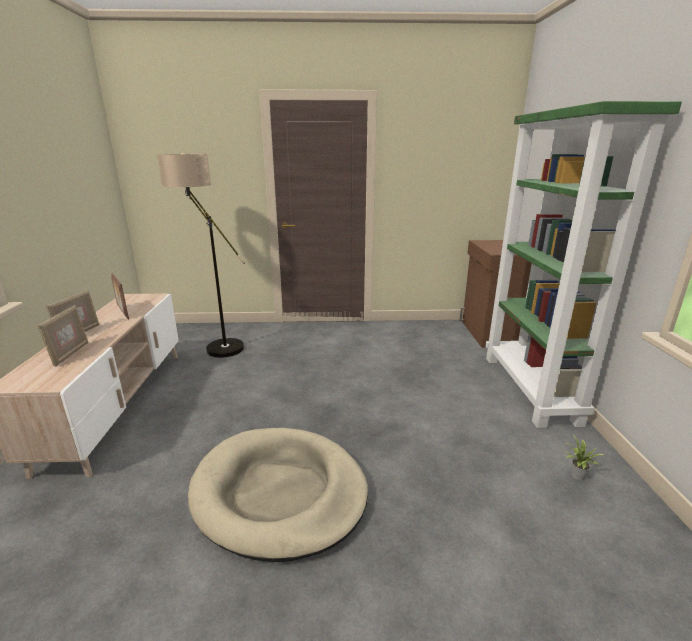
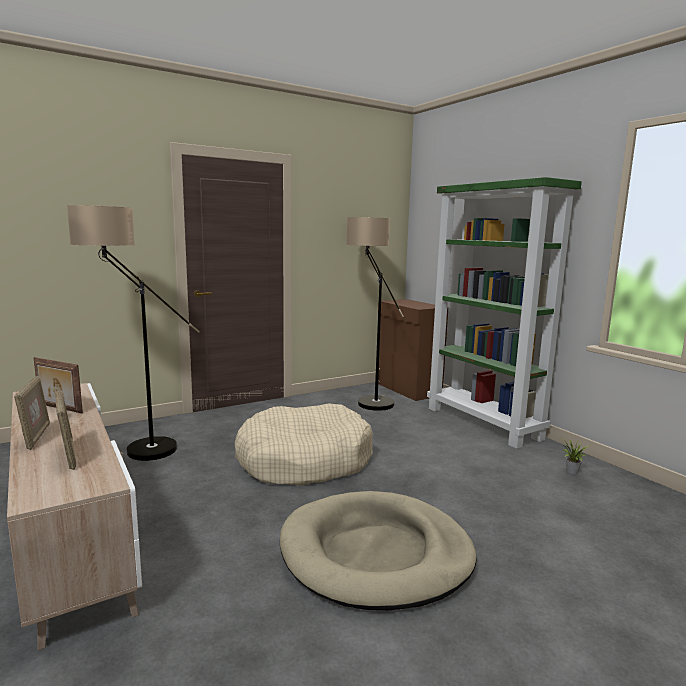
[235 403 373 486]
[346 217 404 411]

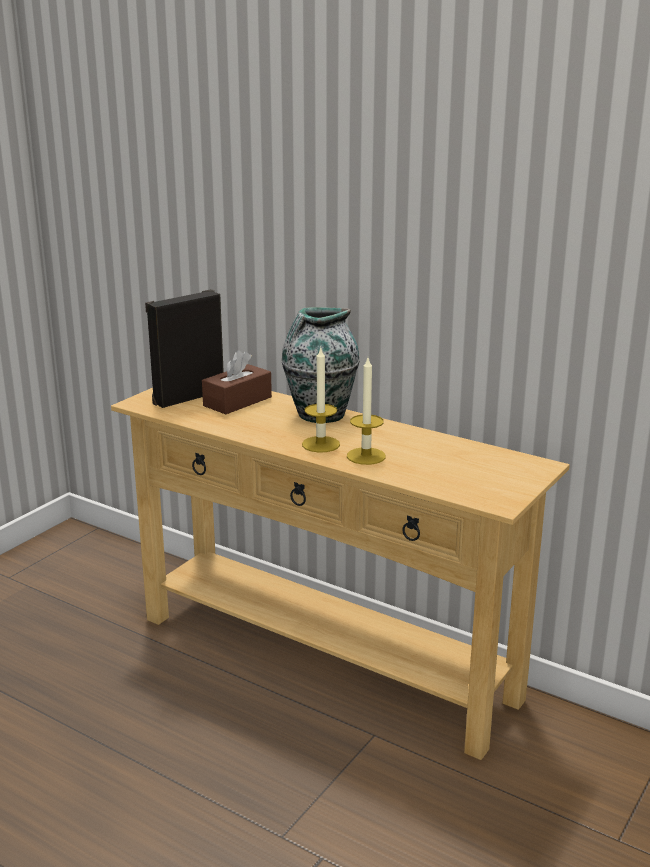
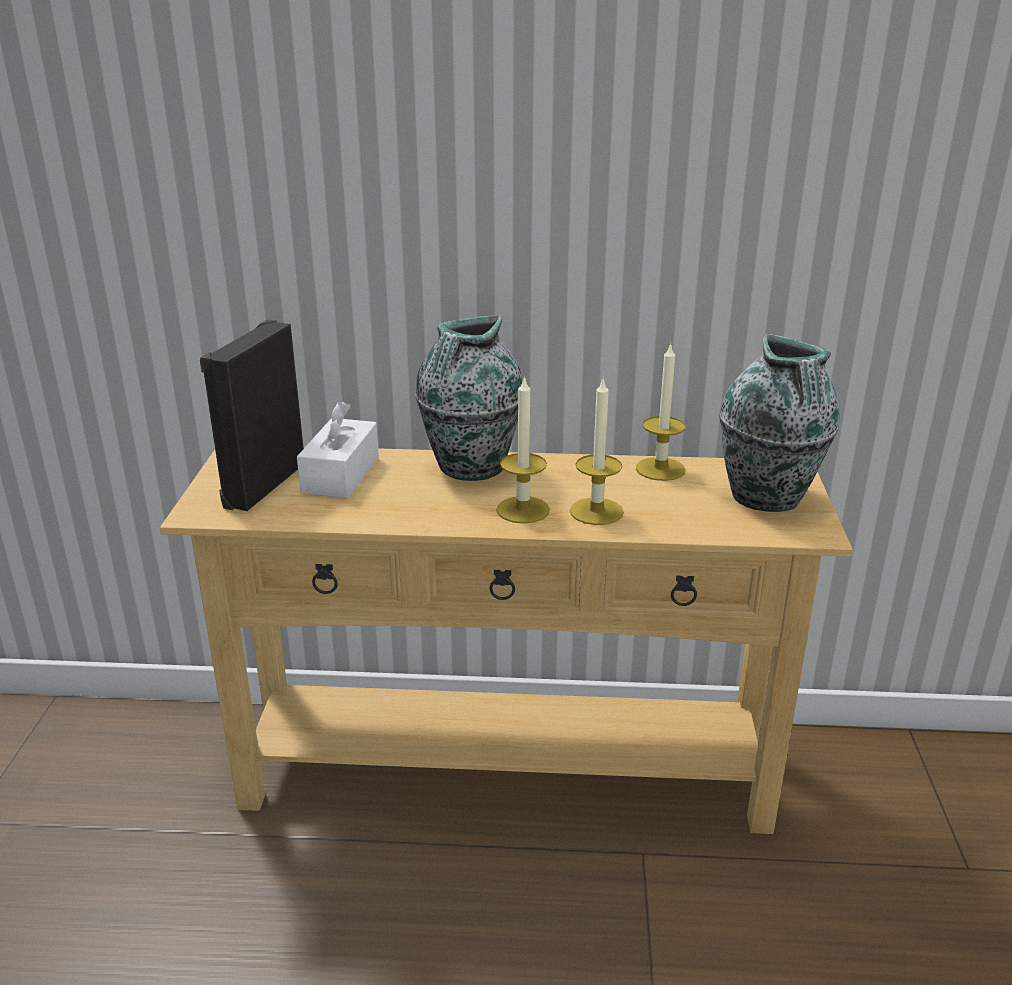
[297 401 379 498]
[636 342 686 481]
[719 334 840 512]

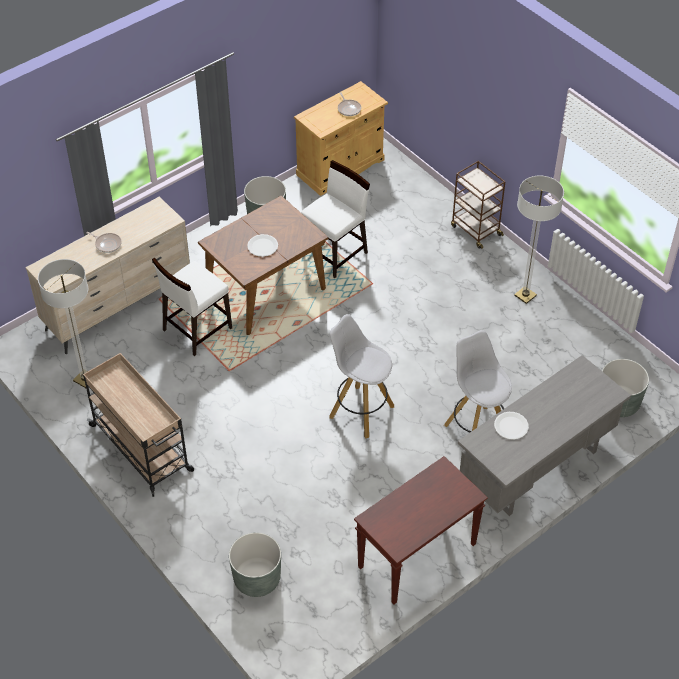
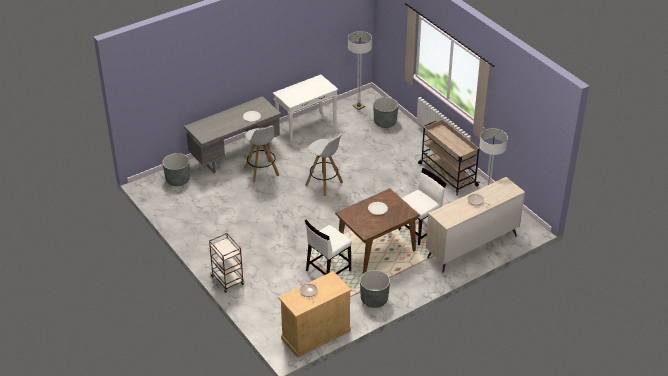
[273 75 338 142]
[348 31 372 110]

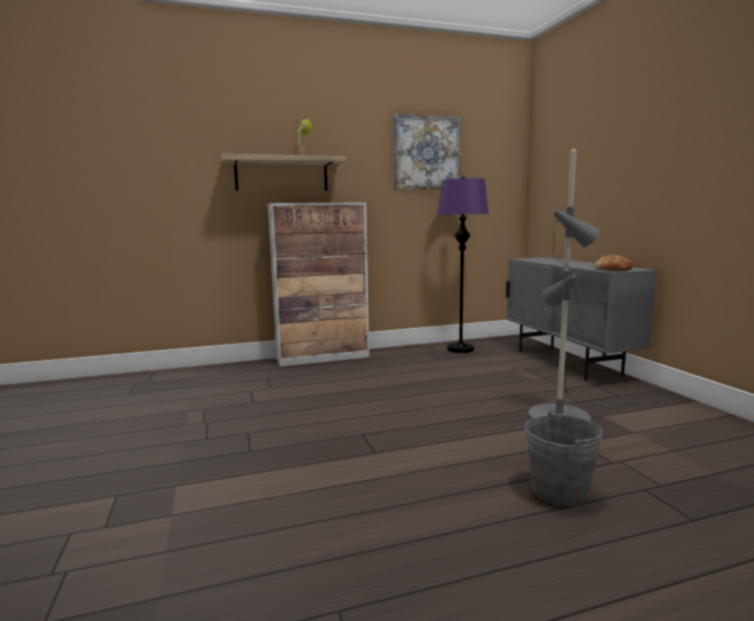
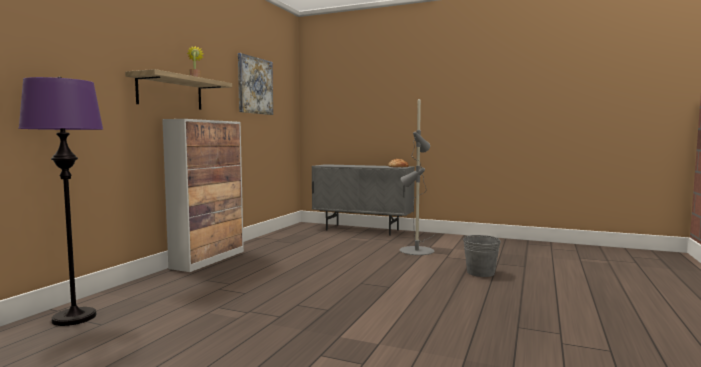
[18 77 103 326]

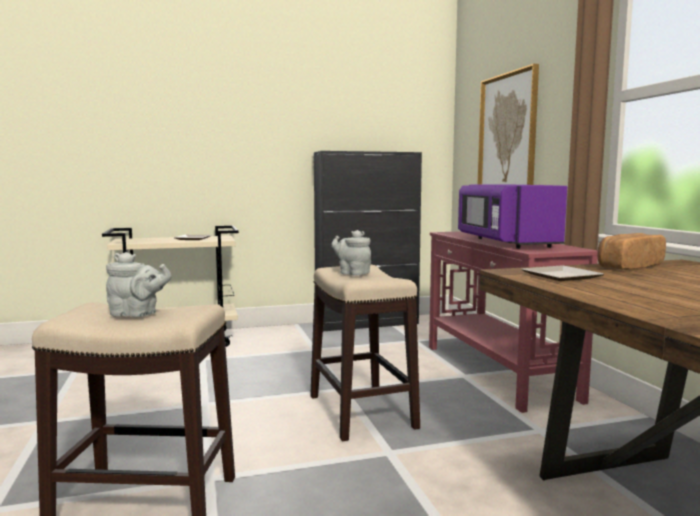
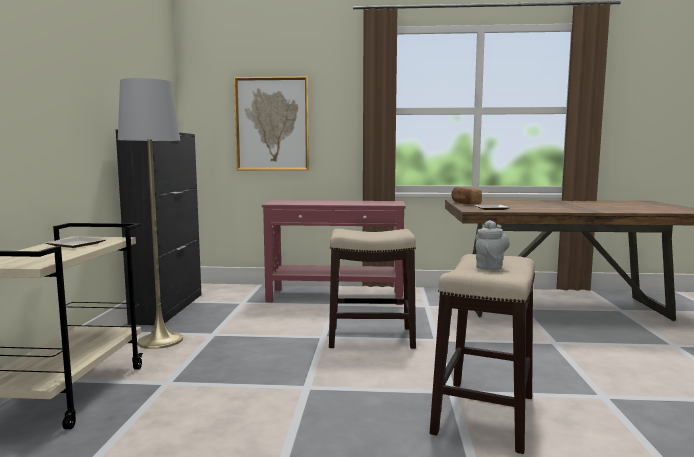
[332 230 371 276] (first image)
[458 185 567 248] (first image)
[118 78 183 349]

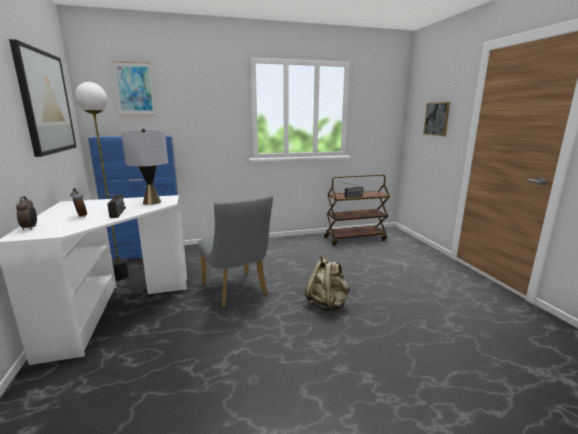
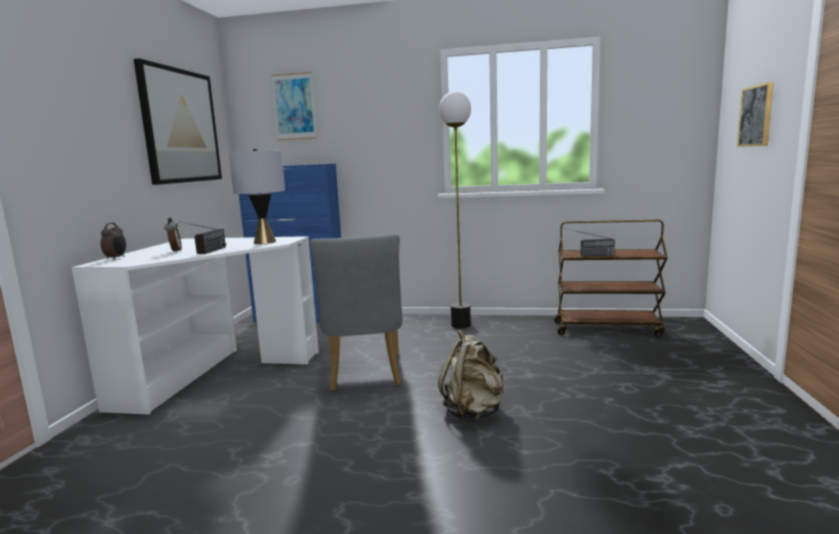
[439 91 471 329]

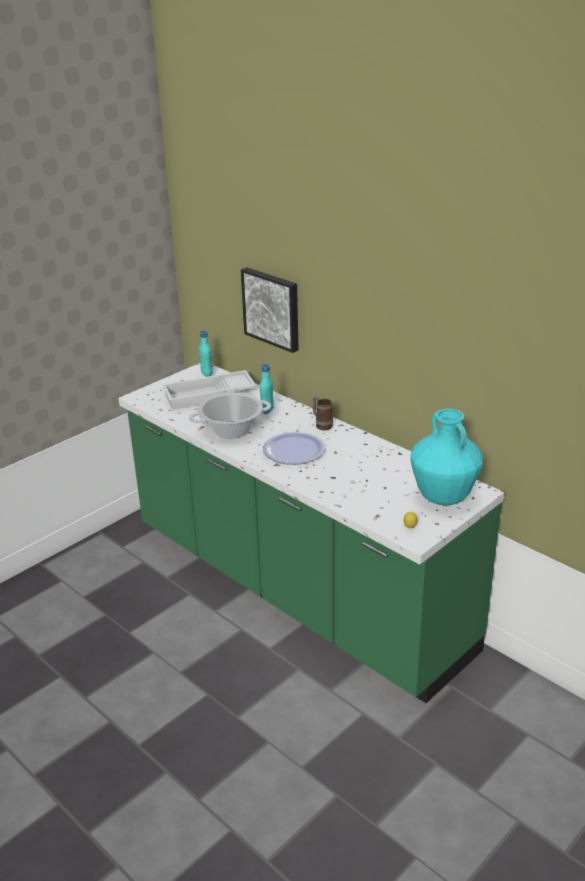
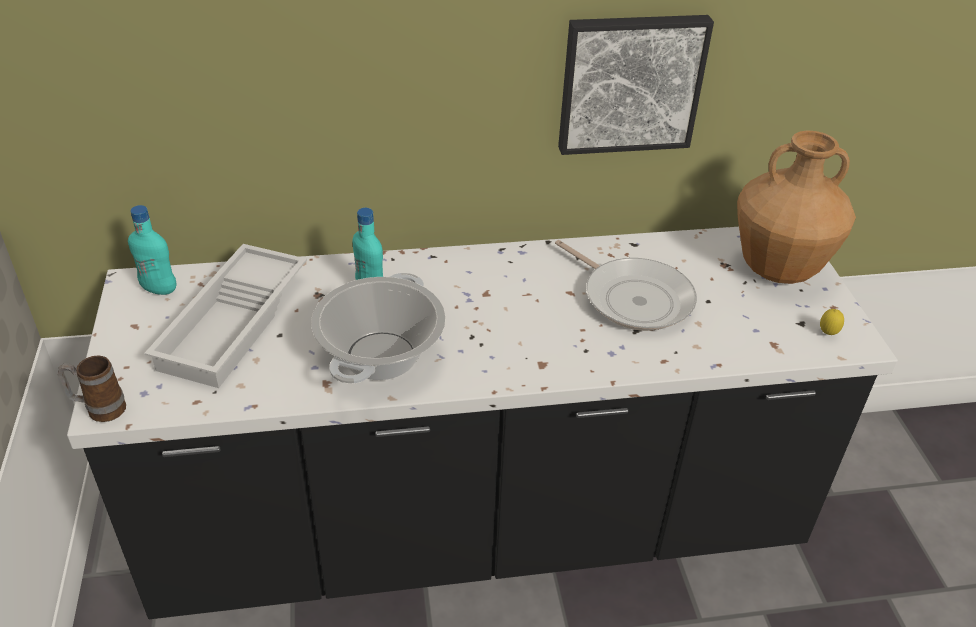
[67 227 898 619]
[558 15 714 155]
[263 432 326 465] (first image)
[58 355 126 422]
[737 130 856 284]
[555 240 697 331]

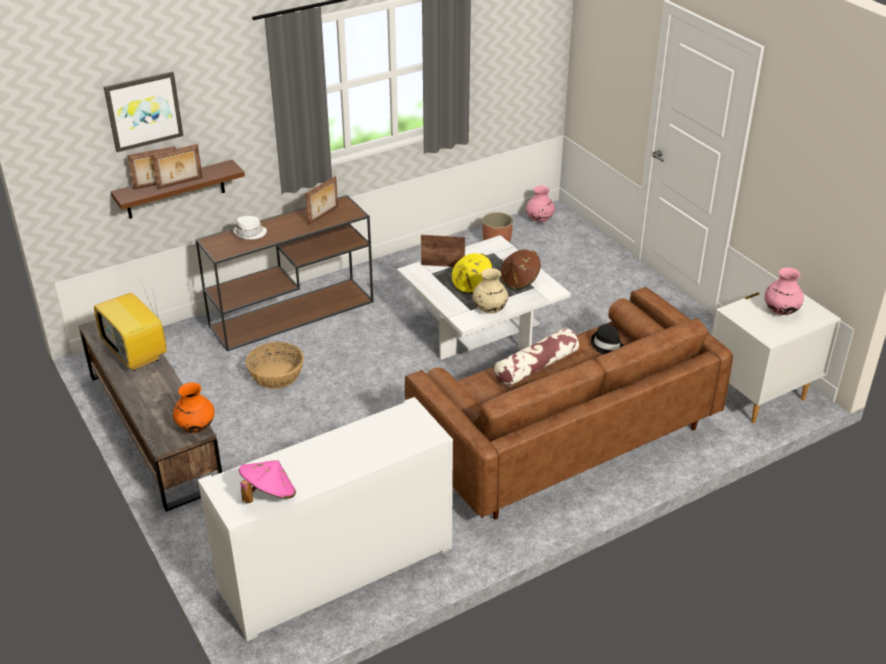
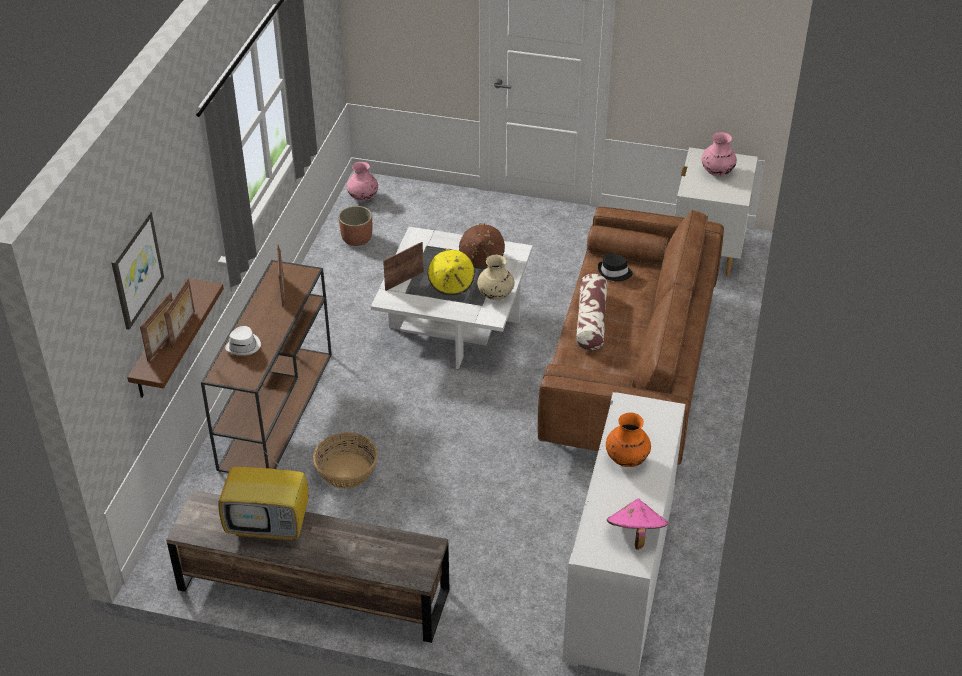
[606 412 651 467]

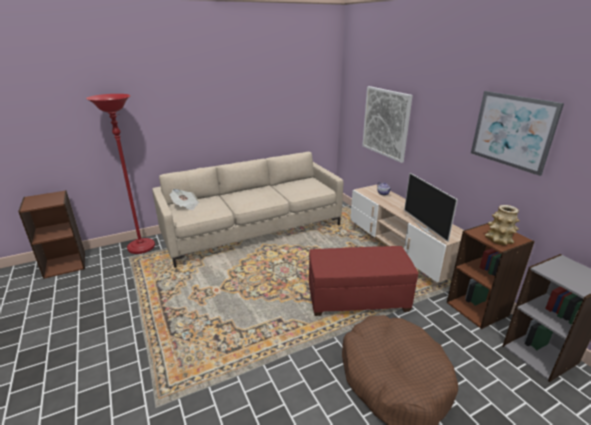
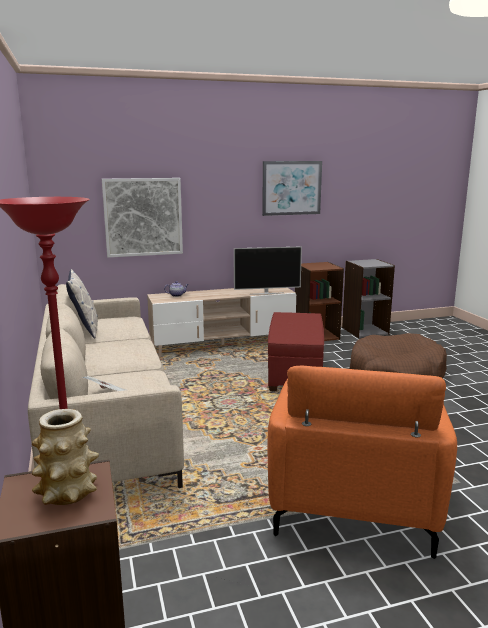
[32 409 99 505]
[66 269 98 338]
[267 365 457 559]

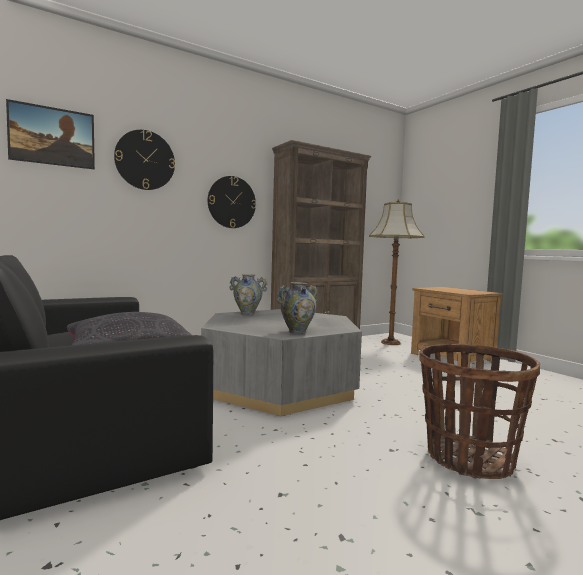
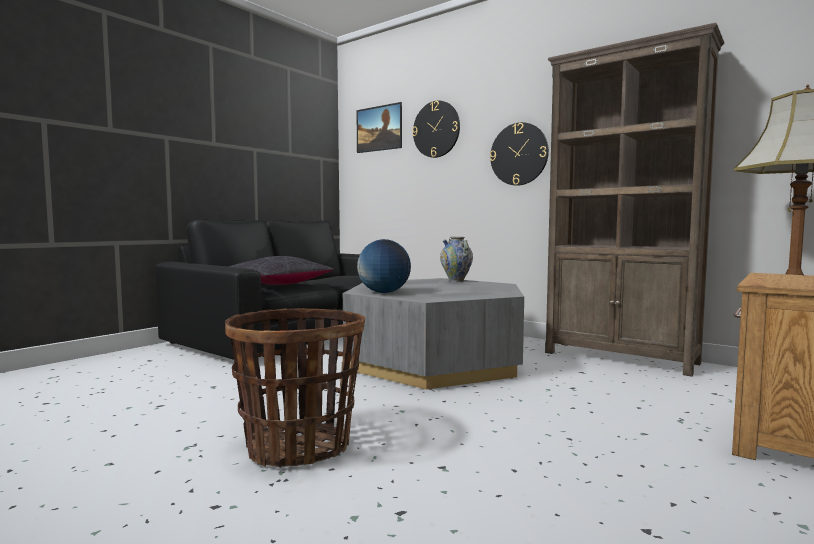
[357 239 411 293]

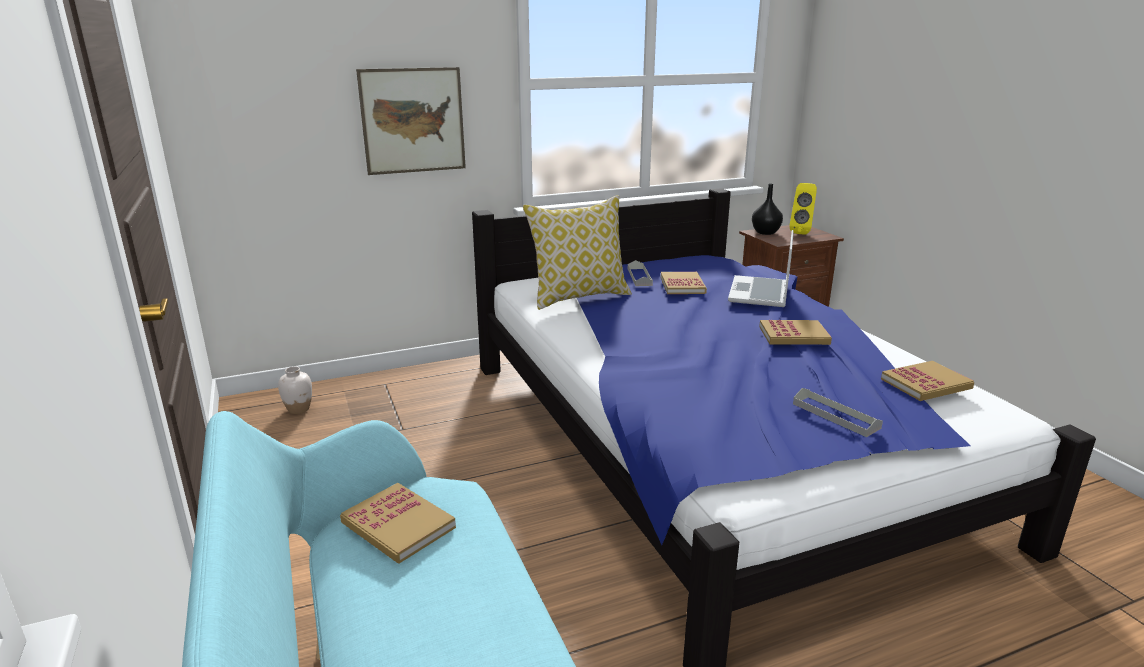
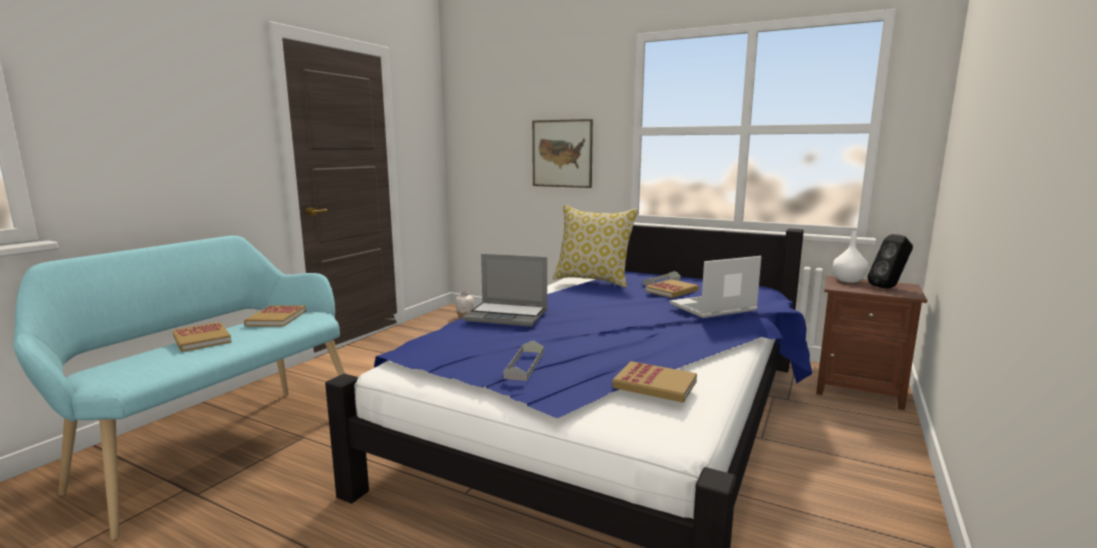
[833 230 868 283]
[173 322 232 352]
[868 234 913 288]
[463 254 547 327]

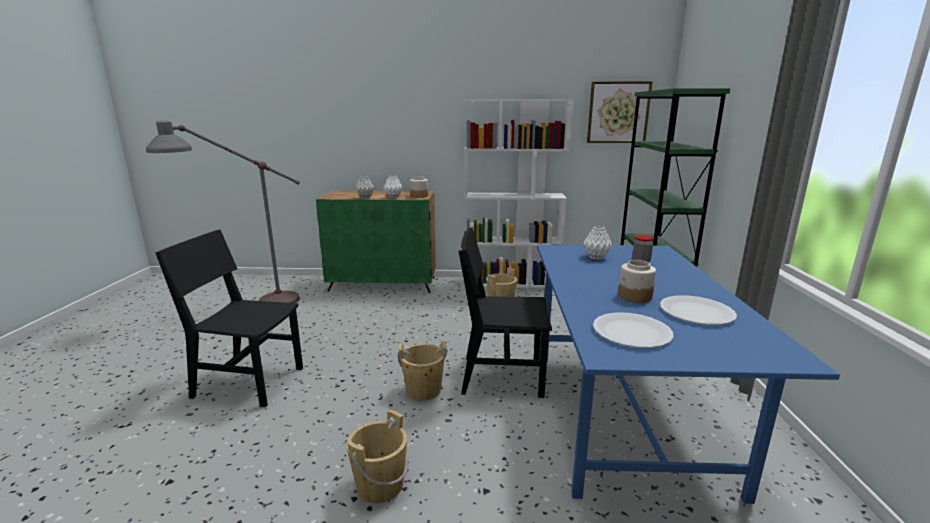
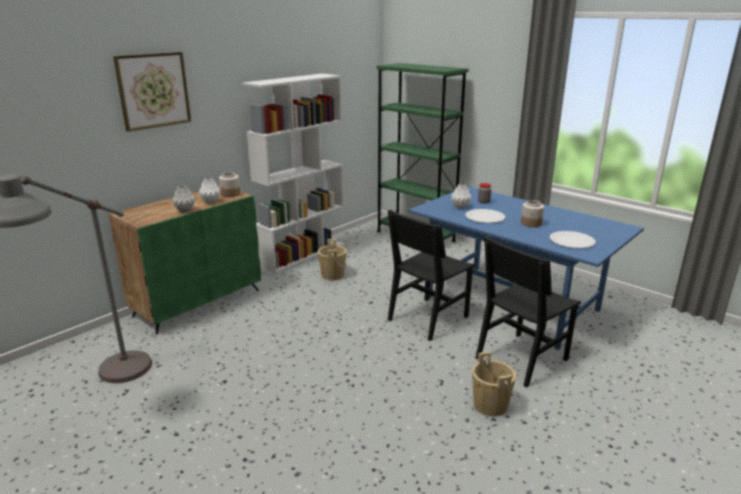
[476 237 581 388]
[397 341 447 401] (first image)
[113 52 191 132]
[465 209 505 223]

